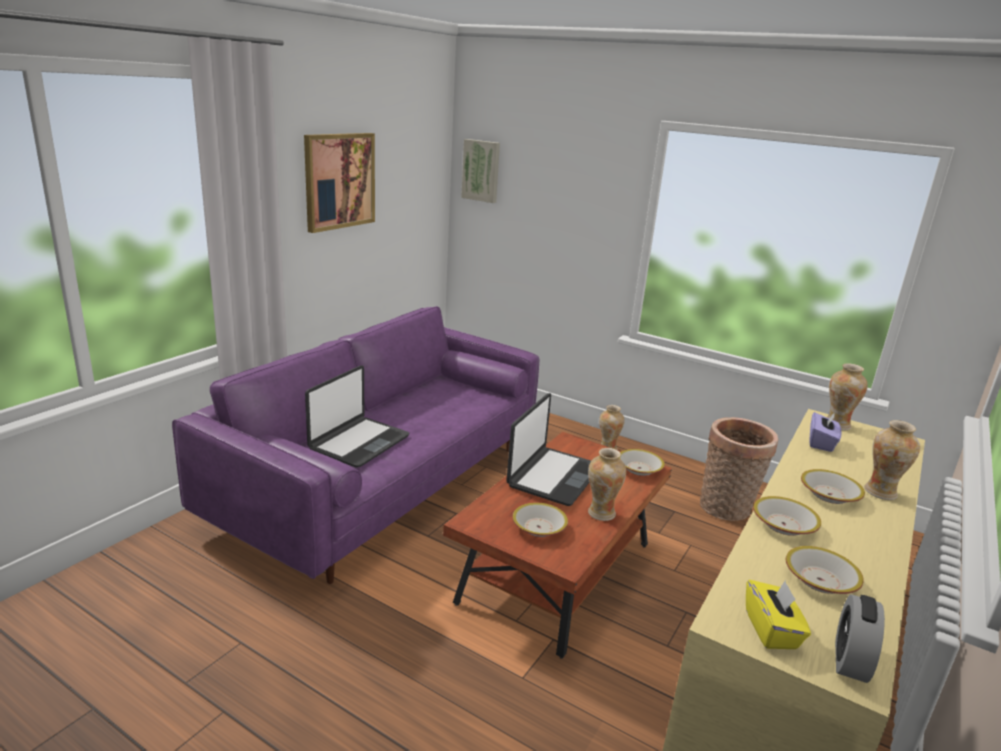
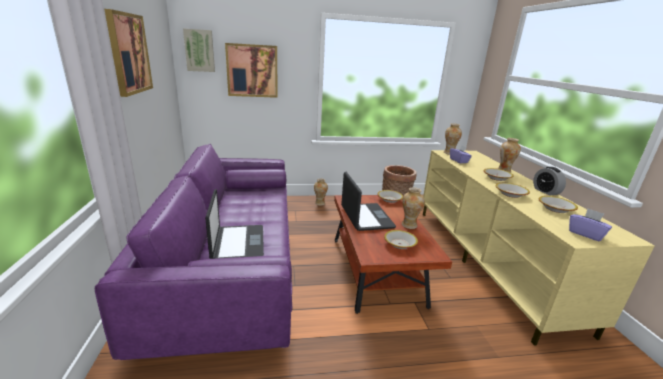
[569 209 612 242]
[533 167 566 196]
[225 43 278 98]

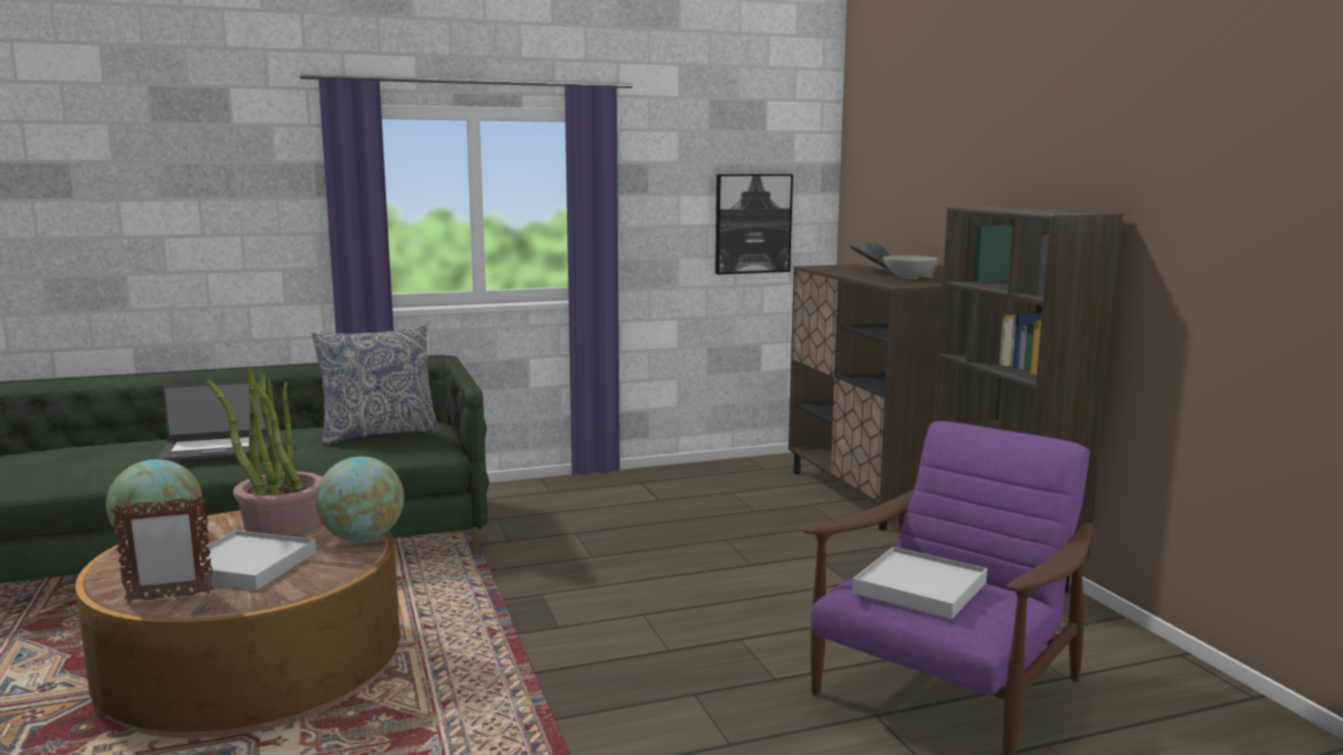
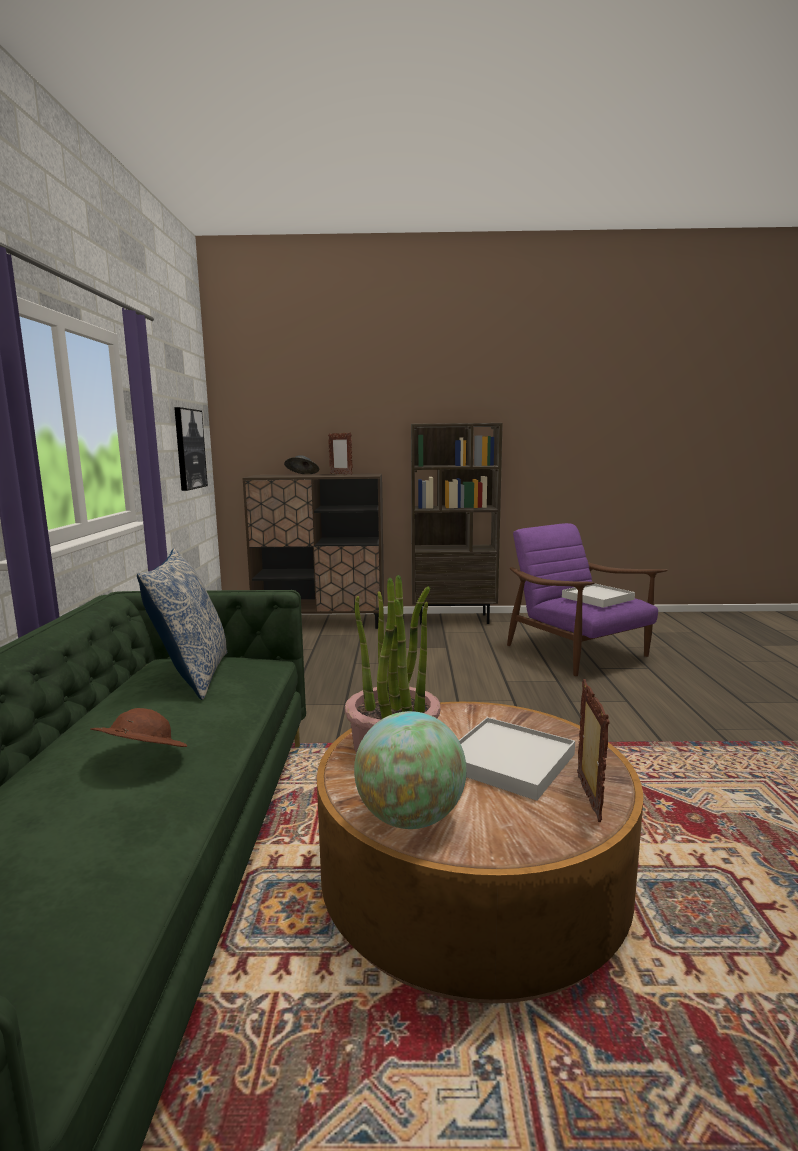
[91 708 187 747]
[315 456 404 542] (first image)
[328 432 353 475]

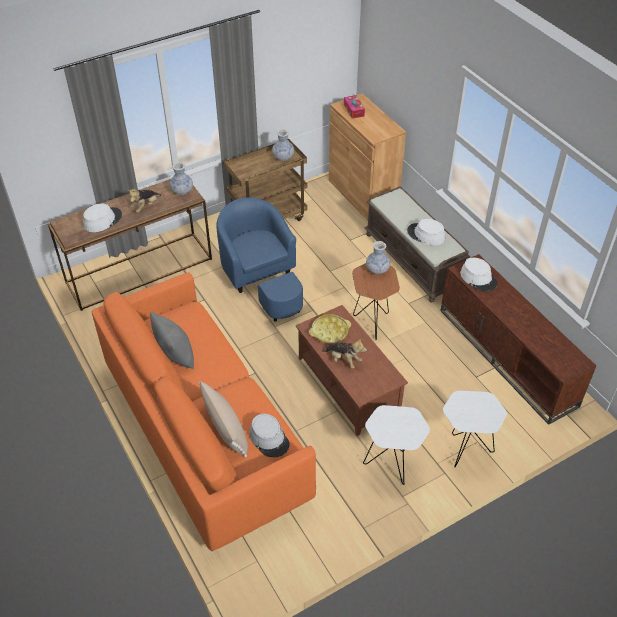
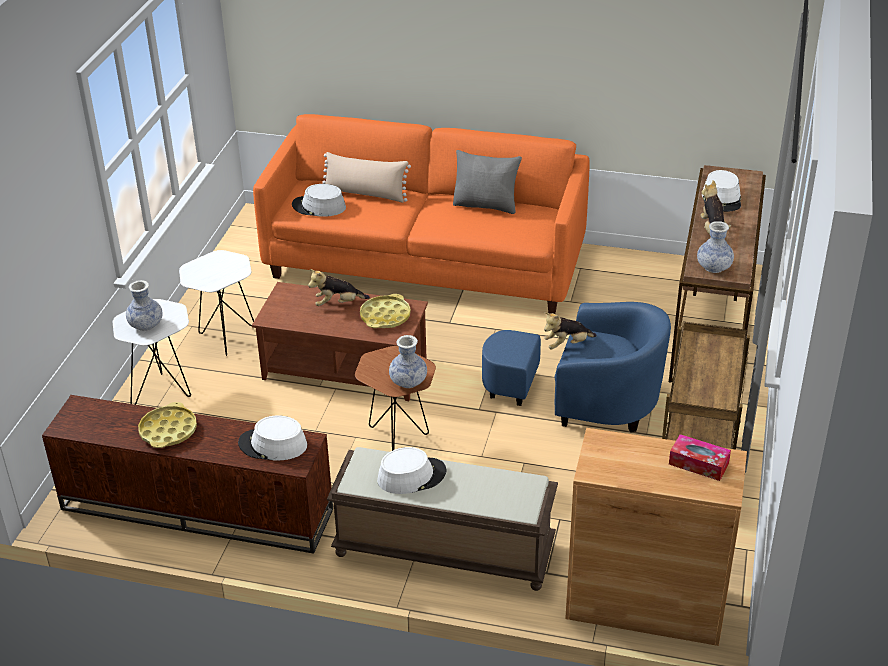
[126 280 163 331]
[138 402 197 448]
[544 312 597 350]

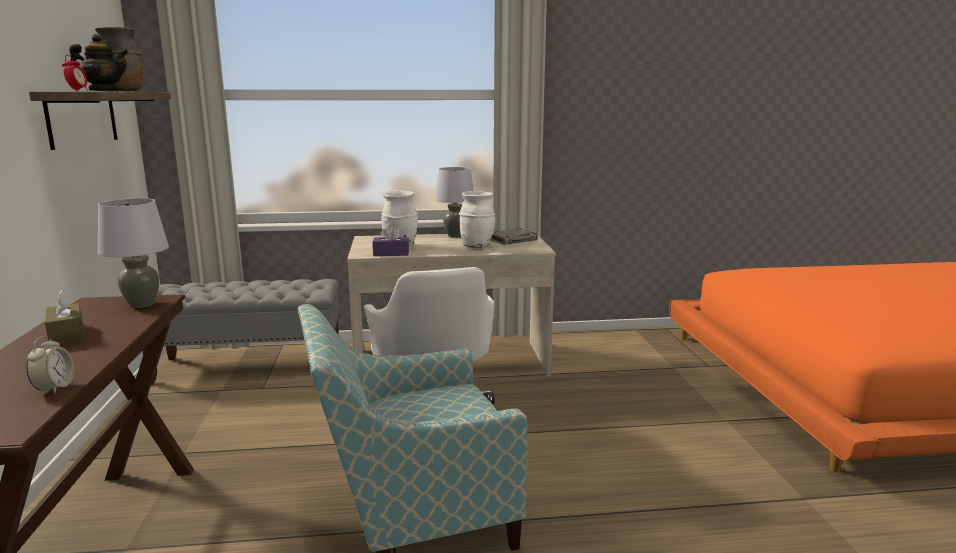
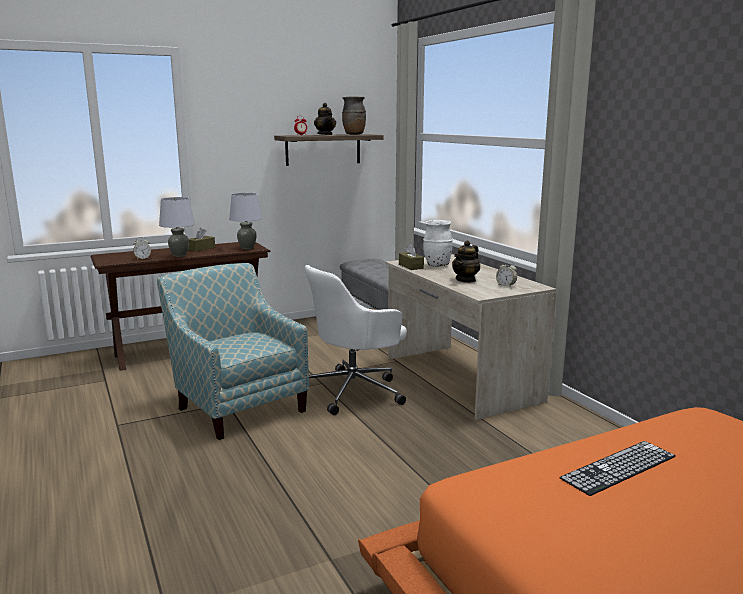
[399 244 424 270]
[159 197 195 257]
[452 240 480 283]
[496 261 517 288]
[559 441 676 496]

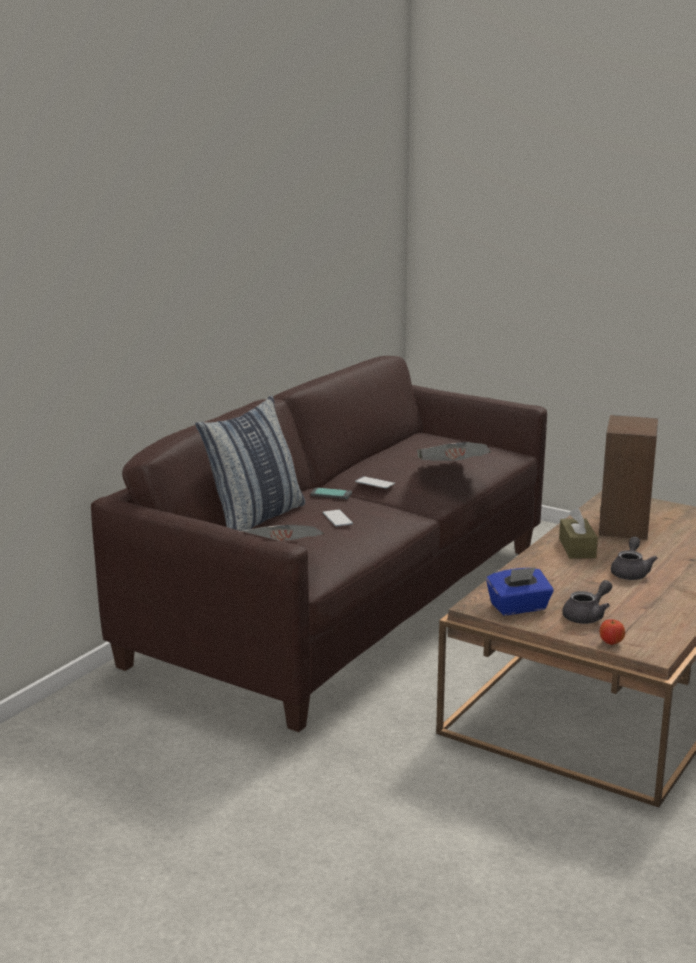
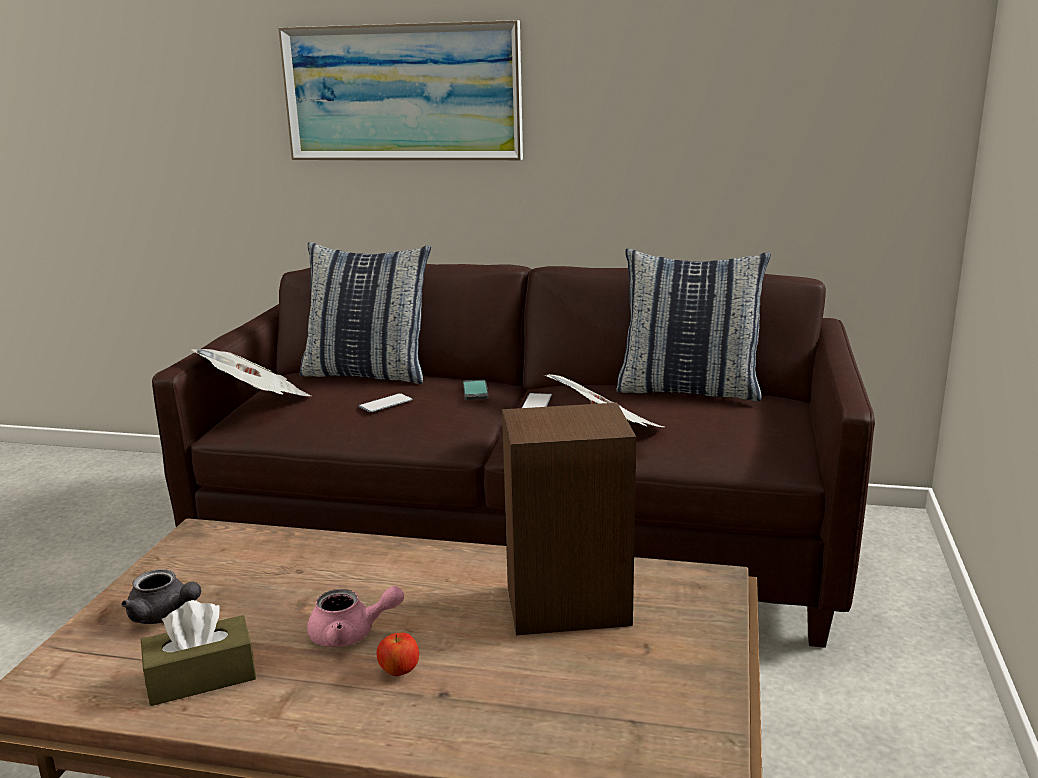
[486 567 554 615] (first image)
[141 600 256 706]
[376 633 419 676]
[307 586 404 647]
[278 20 523 161]
[616 249 771 401]

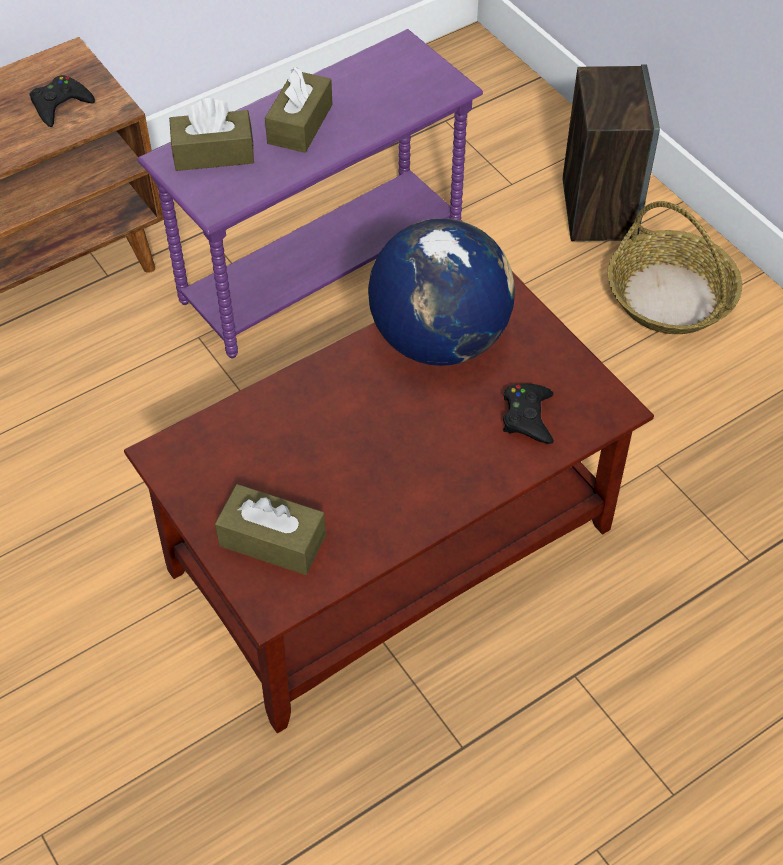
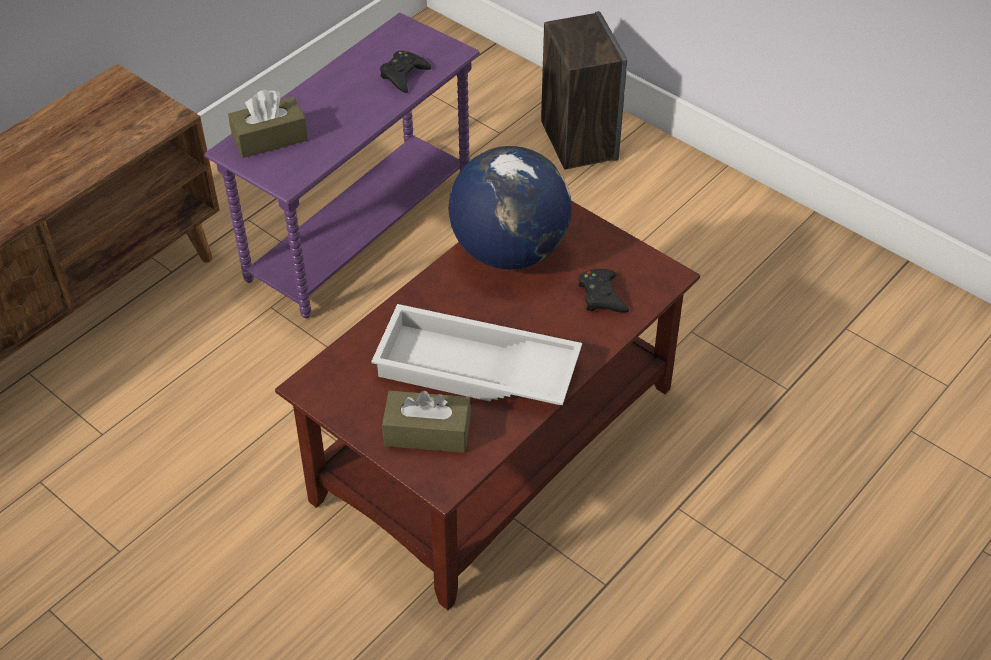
[380 51 431 93]
[265 67 332 153] (first image)
[608 201 742 334] (first image)
[371 304 582 405]

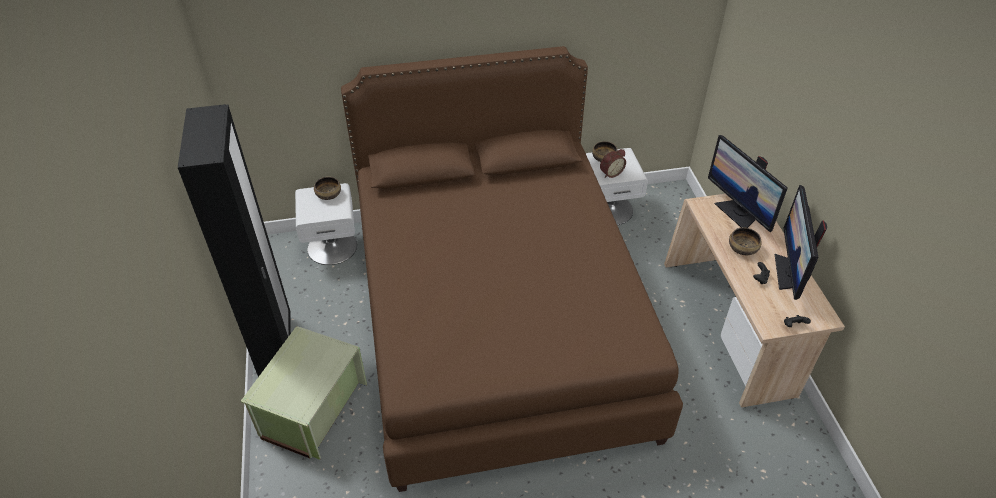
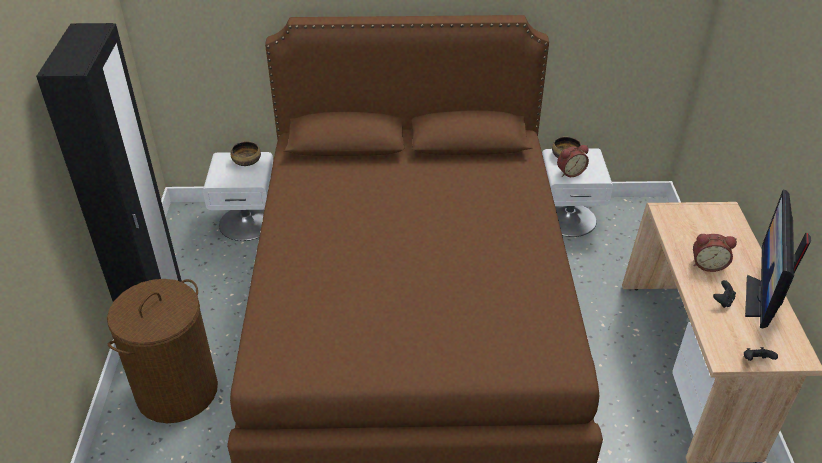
[107 279 218 423]
[708 135 788 232] (first image)
[693 234 737 272]

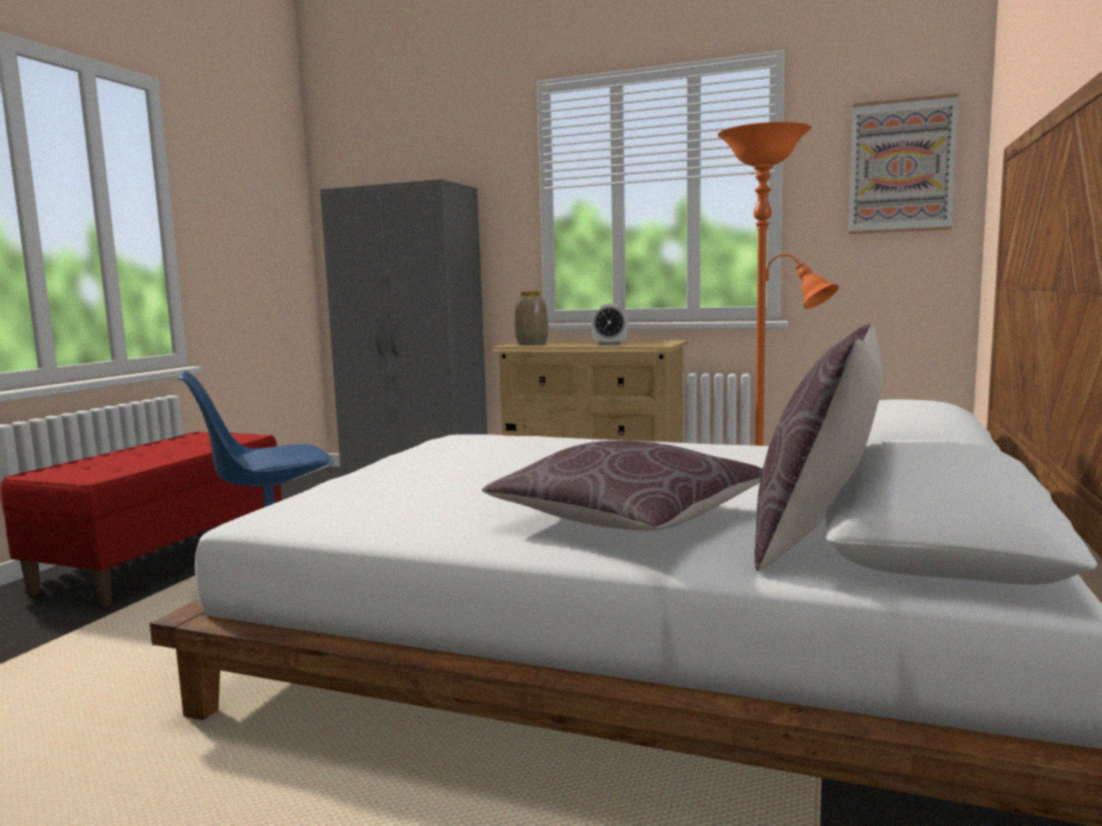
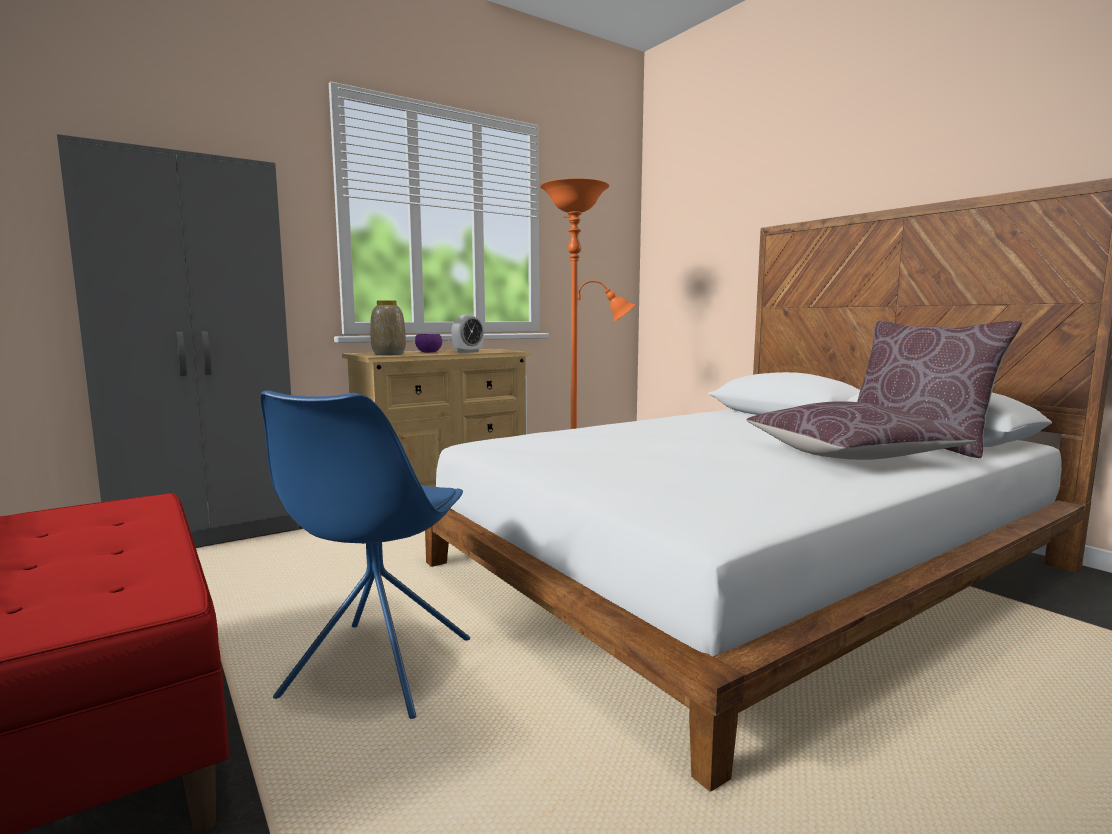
[848 93 959 234] (first image)
[415 334 442 353]

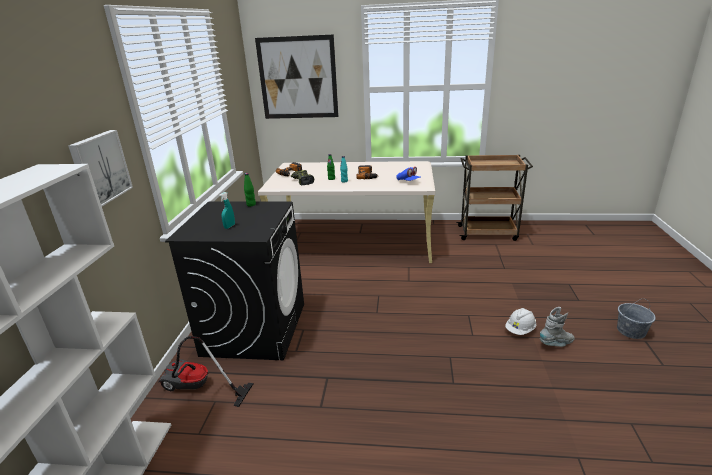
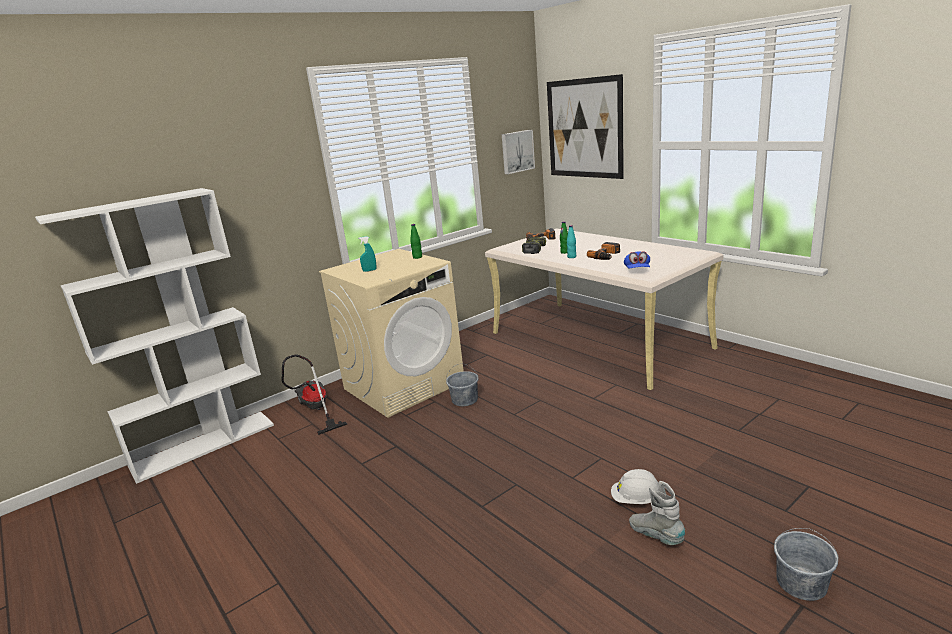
[502 130 535 174]
[319 249 464 418]
[456 155 533 241] (first image)
[629 481 685 545]
[446 363 479 406]

